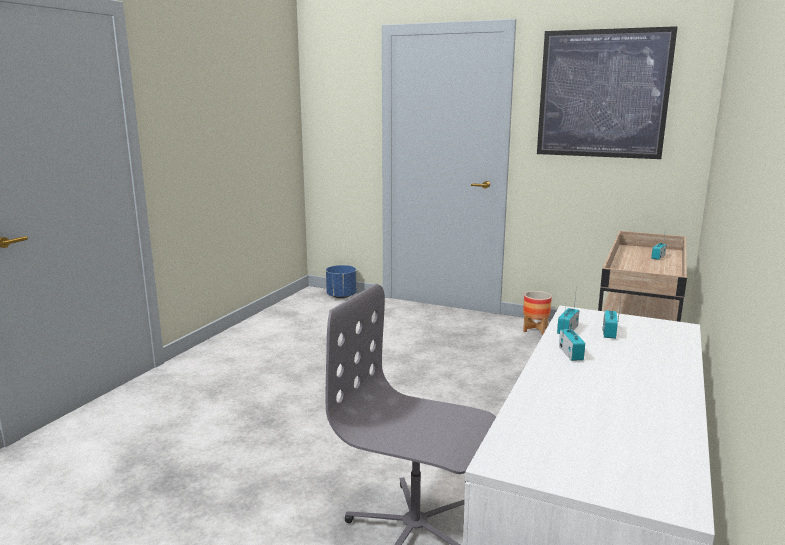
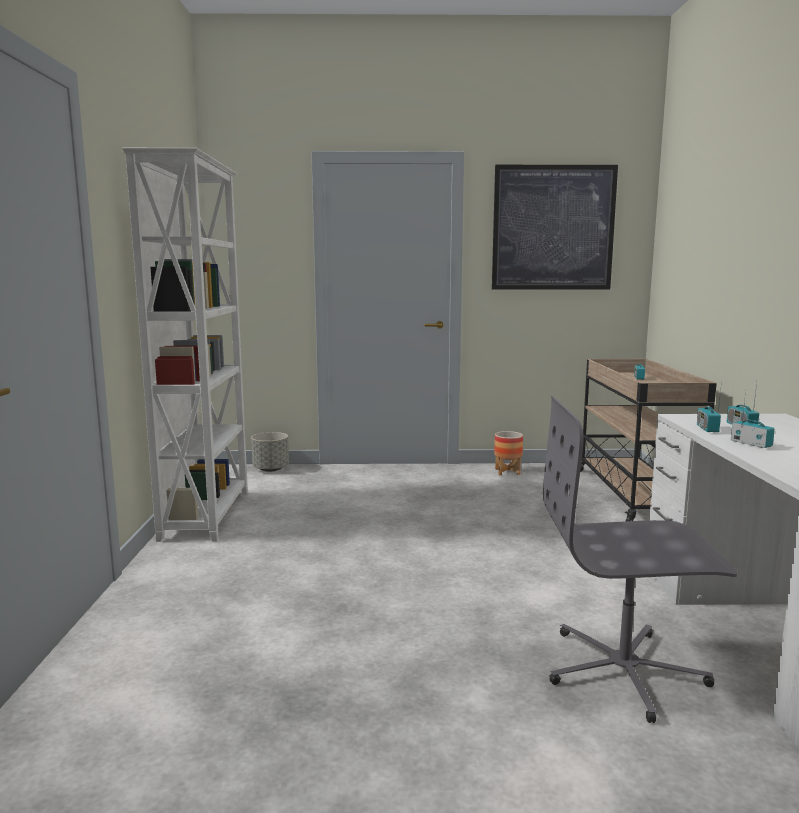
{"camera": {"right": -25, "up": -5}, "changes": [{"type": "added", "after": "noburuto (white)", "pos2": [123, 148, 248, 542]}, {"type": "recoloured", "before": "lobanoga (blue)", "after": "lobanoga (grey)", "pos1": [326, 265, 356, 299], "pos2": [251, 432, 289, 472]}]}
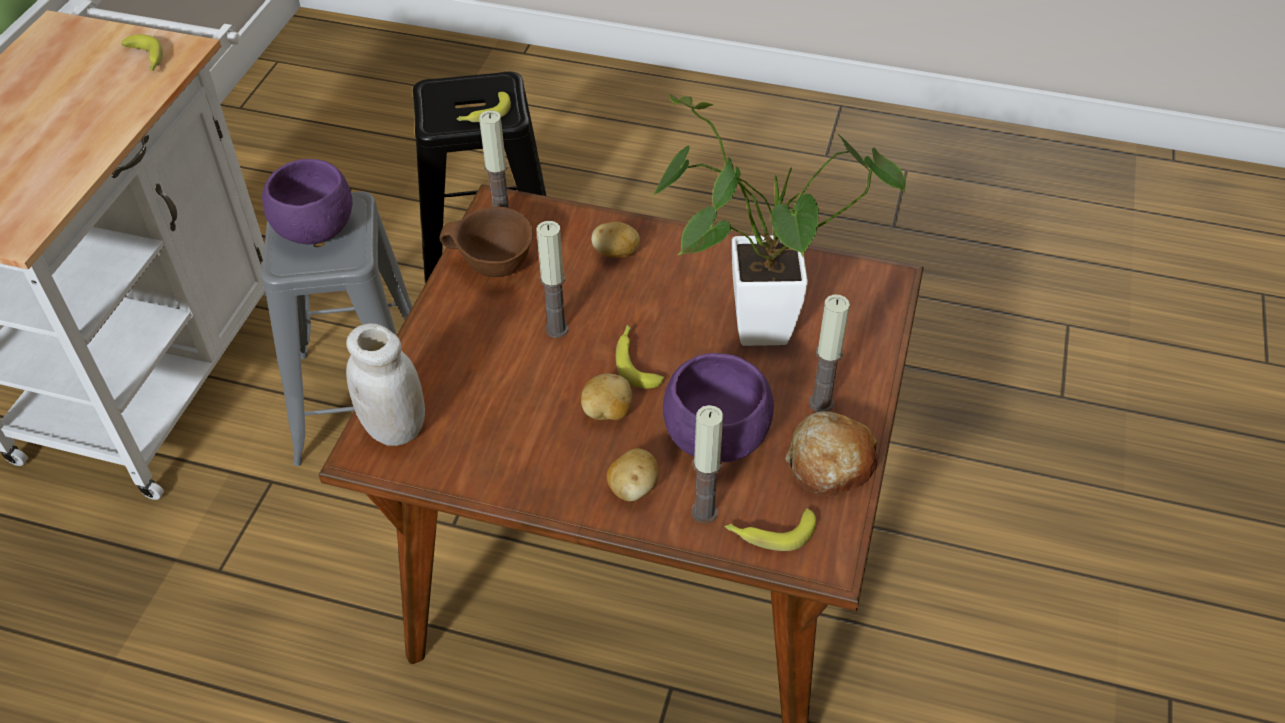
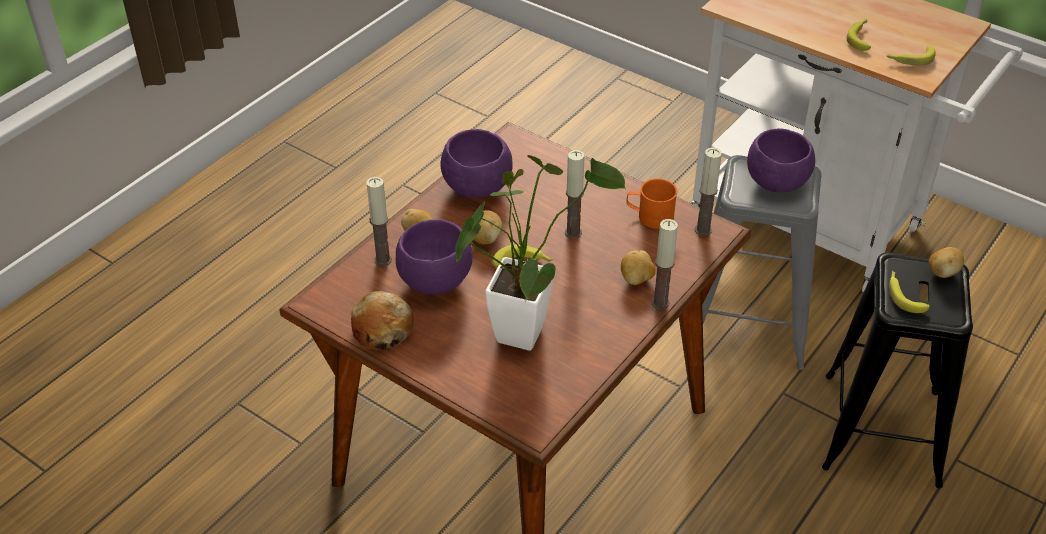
{"camera": {"right": 110, "up": -5}, "changes": [{"type": "added", "after": "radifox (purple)", "pos2": [441, 129, 513, 198]}, {"type": "replaced", "before": "radifox (brown)", "after": "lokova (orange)", "pos1": [439, 207, 533, 277], "pos2": [626, 179, 678, 229]}, {"type": "moved", "before": "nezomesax", "pos1": [809, 295, 850, 412], "pos2": [651, 219, 678, 310]}, {"type": "moved", "before": "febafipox", "pos1": [725, 508, 816, 551], "pos2": [847, 19, 871, 51]}, {"type": "added", "after": "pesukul", "pos2": [929, 247, 964, 278]}, {"type": "removed", "before": "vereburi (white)", "pos1": [346, 323, 425, 446]}]}
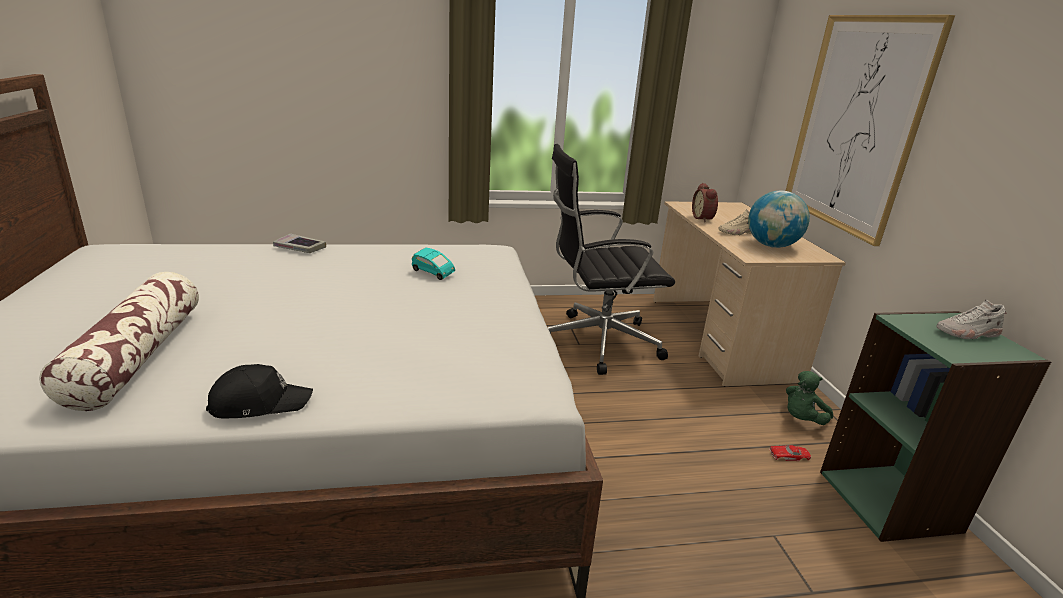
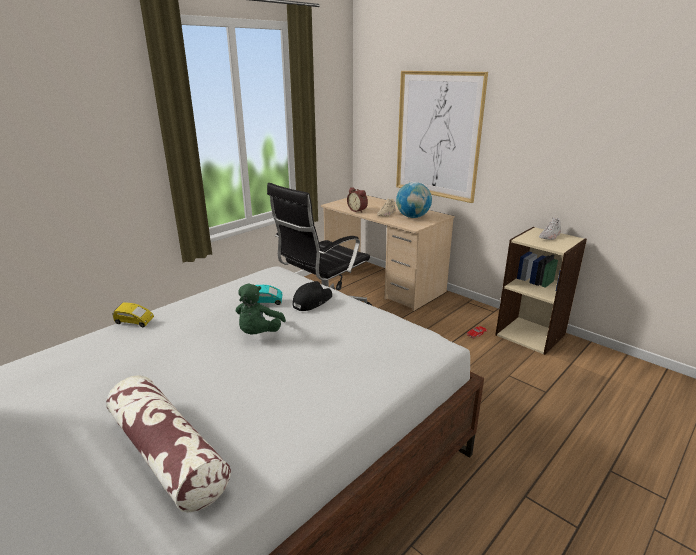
{"camera": {"right": -35, "up": 0}, "changes": [{"type": "replaced", "before": "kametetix", "after": "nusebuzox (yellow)", "pos1": [273, 233, 326, 253], "pos2": [113, 303, 154, 327]}, {"type": "moved", "before": "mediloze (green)", "pos1": [786, 371, 833, 425], "pos2": [236, 283, 286, 334]}, {"type": "moved", "before": "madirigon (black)", "pos1": [206, 364, 313, 418], "pos2": [292, 281, 332, 311]}, {"type": "recoloured", "before": "noburuto (green)", "after": "noburuto (beige)", "pos1": [820, 311, 1051, 542], "pos2": [496, 227, 587, 355]}]}
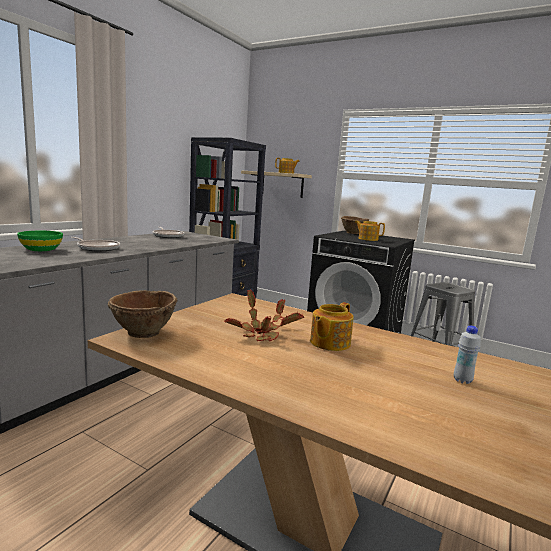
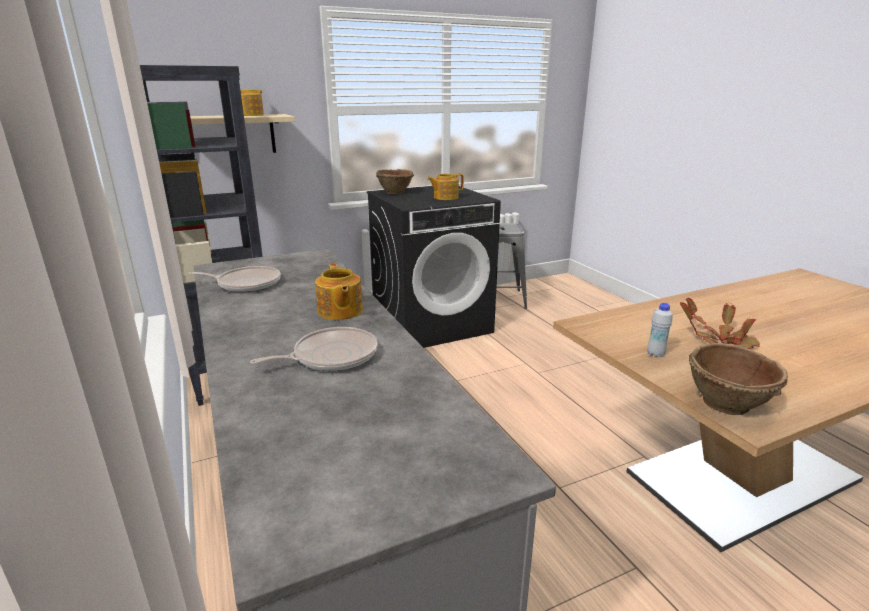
{"camera": {"right": -55, "up": 10}, "changes": [{"type": "moved", "before": "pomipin", "pos1": [310, 302, 354, 351], "pos2": [315, 264, 363, 320]}, {"type": "moved", "before": "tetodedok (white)", "pos1": [454, 326, 481, 384], "pos2": [647, 303, 673, 357]}, {"type": "removed", "before": "radifox (green)", "pos1": [17, 231, 63, 251]}]}
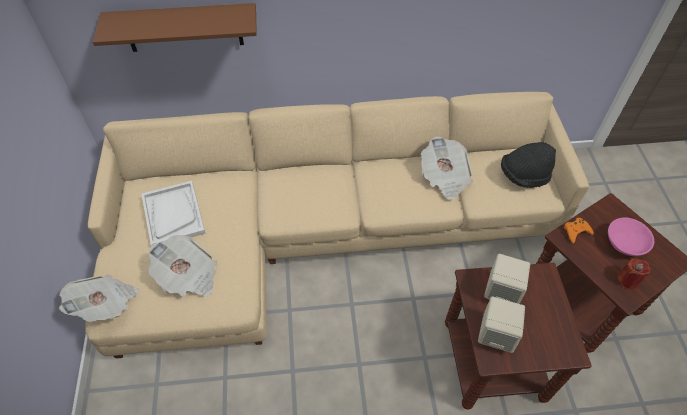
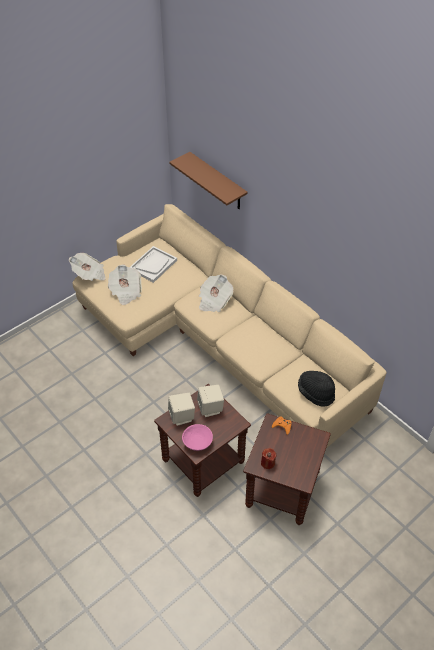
{"camera": {"right": 55, "up": -5}, "changes": [{"type": "moved", "before": "radifox (pink)", "pos1": [608, 218, 654, 256], "pos2": [182, 424, 213, 451]}, {"type": "moved", "before": "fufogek", "pos1": [421, 136, 473, 200], "pos2": [199, 274, 234, 312]}]}
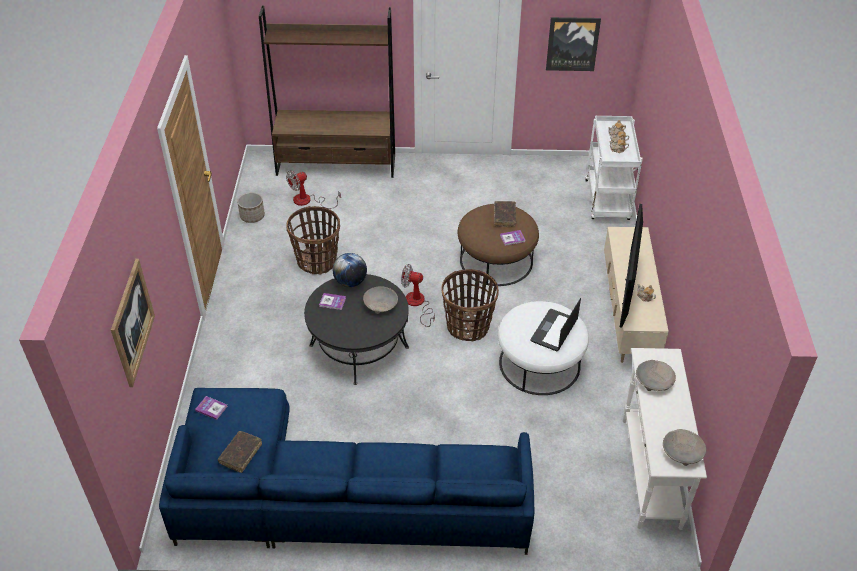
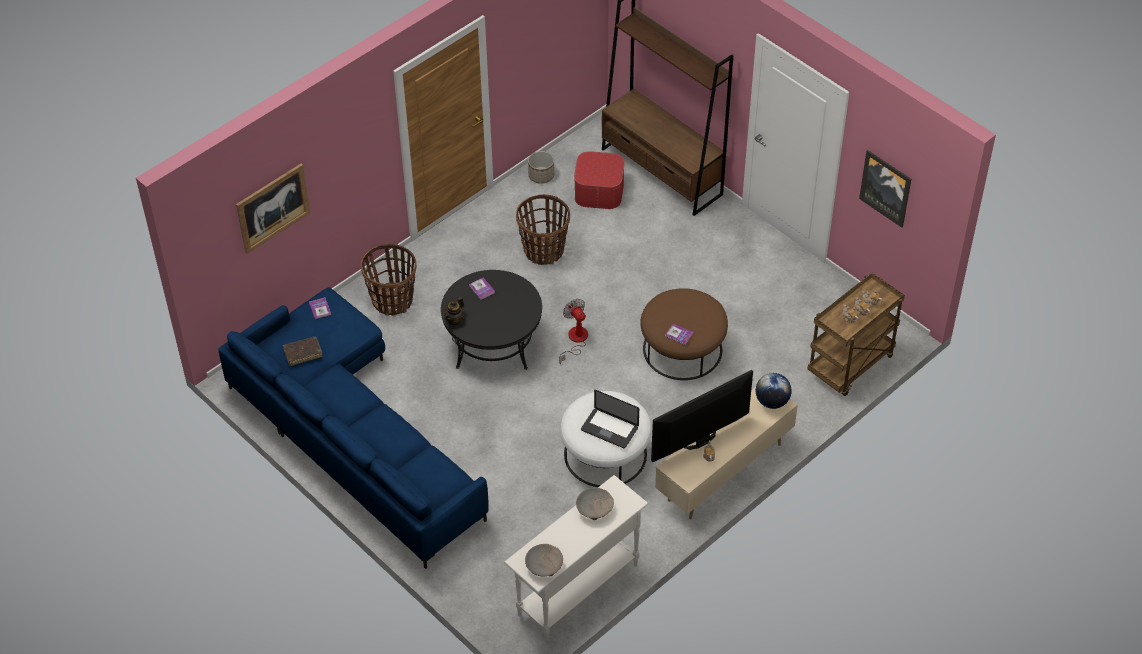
{"camera": {"right": 45, "up": 5}, "changes": [{"type": "moved", "before": "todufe", "pos1": [441, 269, 499, 342], "pos2": [361, 244, 417, 316]}, {"type": "added", "after": "pomipin", "pos2": [444, 297, 464, 326]}, {"type": "replaced", "before": "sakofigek", "after": "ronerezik", "pos1": [286, 171, 341, 209], "pos2": [574, 151, 625, 209]}, {"type": "turned", "before": "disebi", "pos1": [531, 298, 581, 351], "pos2": [581, 390, 639, 448], "turn": -135}, {"type": "moved", "before": "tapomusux", "pos1": [333, 253, 367, 287], "pos2": [756, 373, 792, 409]}, {"type": "recoloured", "before": "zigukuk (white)", "after": "zigukuk (brown)", "pos1": [585, 116, 643, 220], "pos2": [808, 273, 905, 396]}, {"type": "removed", "before": "radifox (beige)", "pos1": [363, 287, 398, 314]}, {"type": "removed", "before": "kametetix (brown)", "pos1": [494, 201, 516, 227]}]}
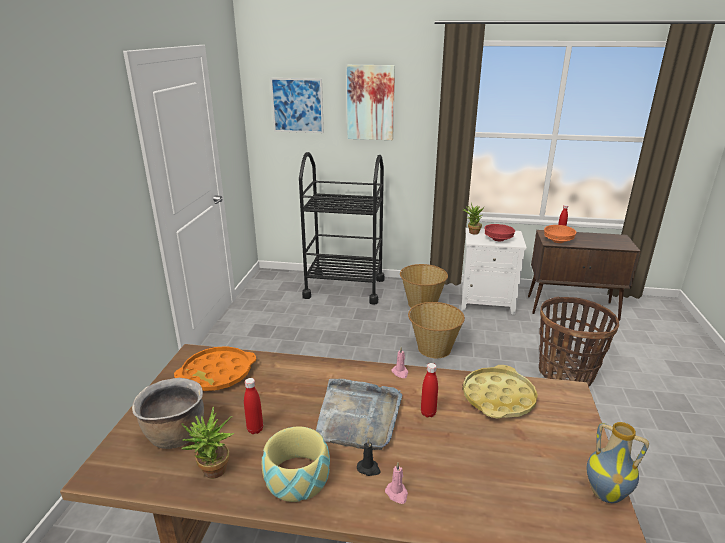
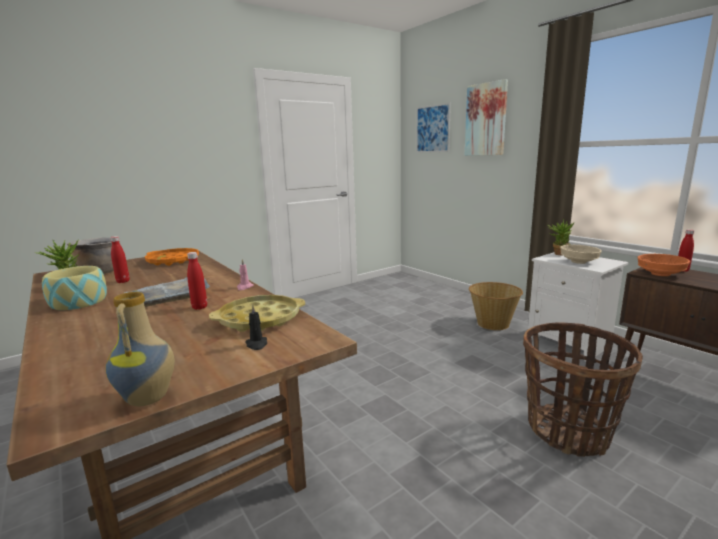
{"camera": {"right": 45, "up": -10}, "changes": [{"type": "moved", "before": "nezomesax (black)", "pos1": [357, 438, 380, 476], "pos2": [245, 305, 267, 350]}, {"type": "recoloured", "before": "radifox (red)", "after": "radifox (beige)", "pos1": [484, 224, 515, 241], "pos2": [560, 245, 602, 264]}, {"type": "removed", "before": "zigukuk (black)", "pos1": [299, 152, 385, 305]}, {"type": "removed", "before": "nezomesax (pink)", "pos1": [385, 463, 408, 504]}, {"type": "removed", "before": "todufe", "pos1": [408, 302, 465, 358]}]}
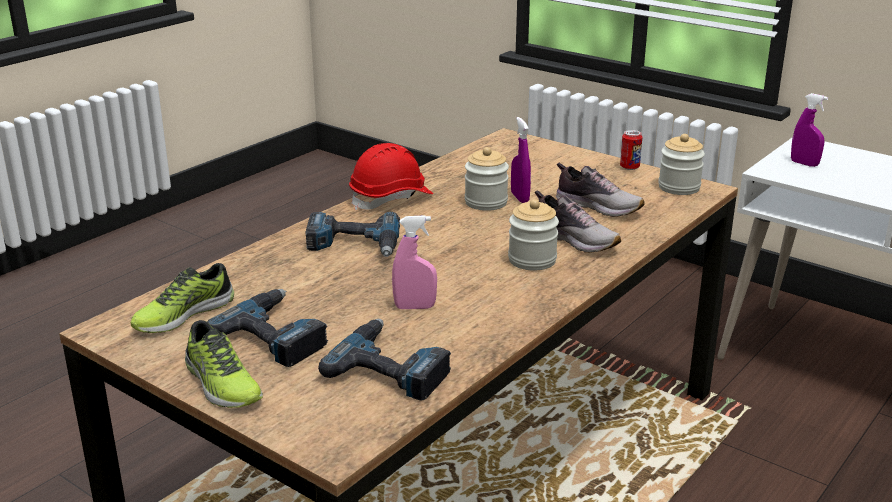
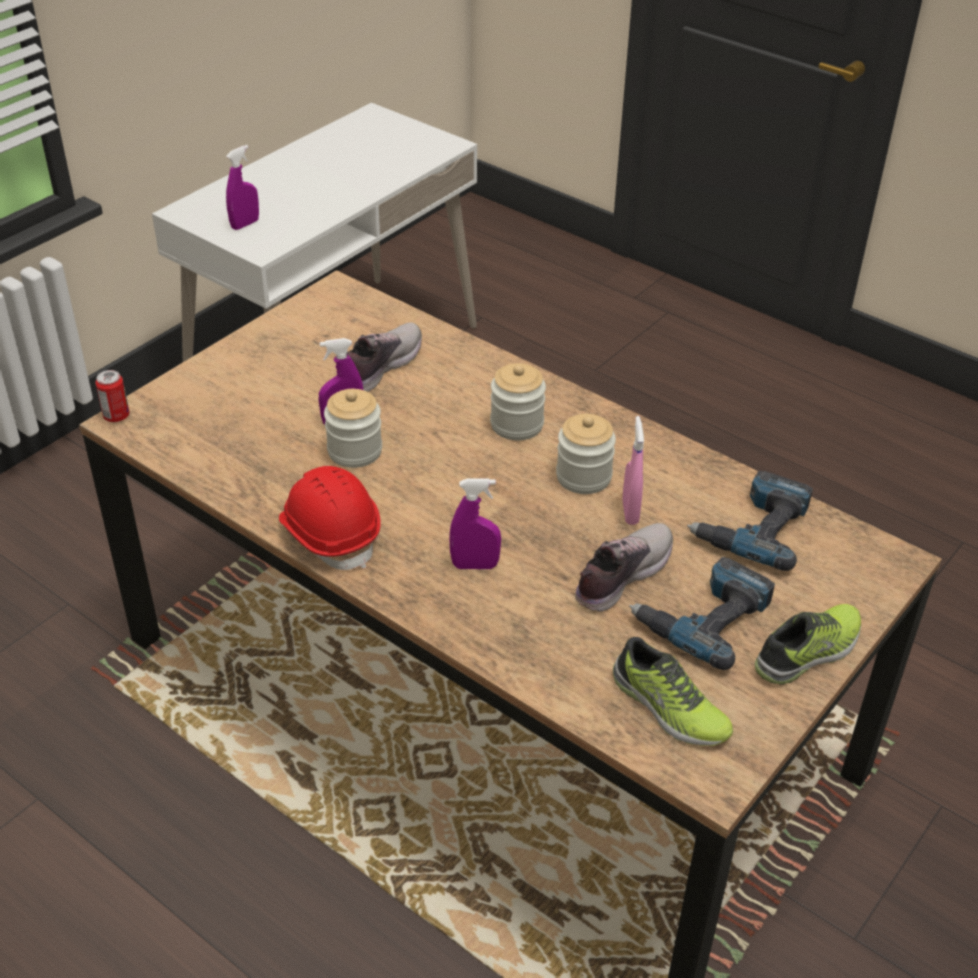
{"camera": {"right": -90, "up": 15}, "changes": [{"type": "moved", "before": "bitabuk", "pos1": [620, 130, 642, 170], "pos2": [95, 370, 130, 422]}, {"type": "replaced", "before": "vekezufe", "after": "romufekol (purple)", "pos1": [305, 212, 400, 257], "pos2": [449, 478, 501, 569]}, {"type": "moved", "before": "vereburi", "pos1": [658, 134, 705, 195], "pos2": [556, 414, 616, 494]}, {"type": "moved", "before": "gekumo", "pos1": [535, 190, 621, 253], "pos2": [575, 523, 673, 612]}]}
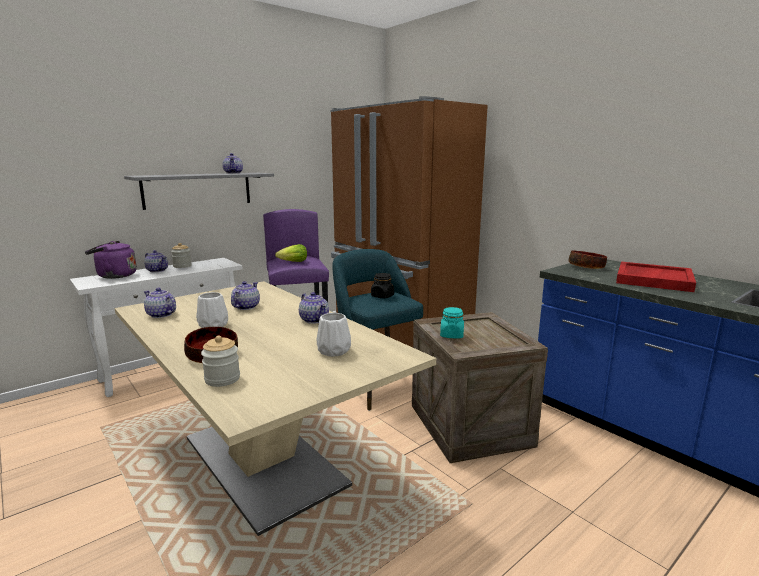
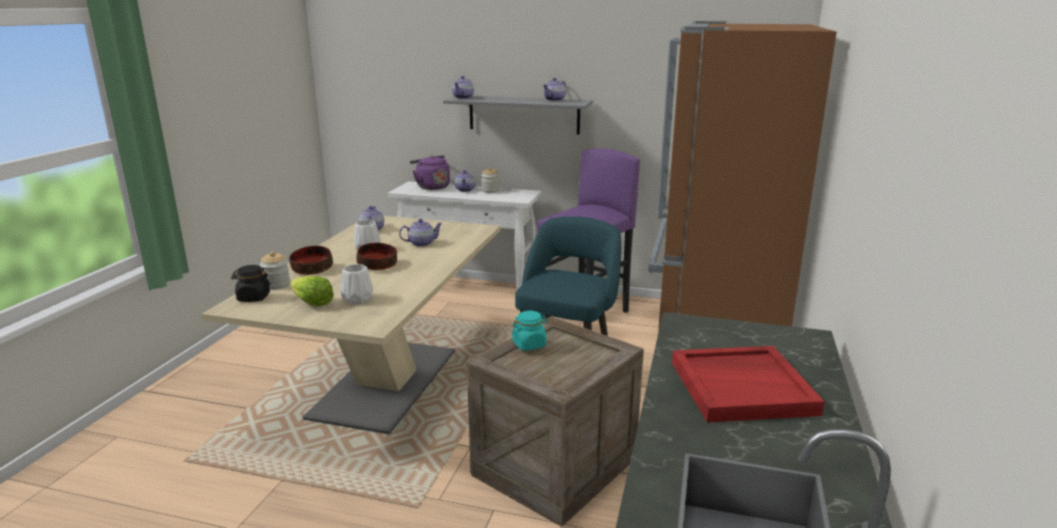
{"camera": {"right": 55, "up": 5}, "changes": [{"type": "moved", "before": "vereburi (black)", "pos1": [371, 273, 394, 298], "pos2": [231, 265, 271, 302]}, {"type": "moved", "before": "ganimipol", "pos1": [275, 244, 307, 262], "pos2": [290, 276, 334, 306]}, {"type": "moved", "before": "radifox", "pos1": [569, 250, 607, 269], "pos2": [356, 243, 397, 270]}, {"type": "moved", "before": "pomipin", "pos1": [299, 292, 329, 324], "pos2": [452, 76, 474, 99]}]}
